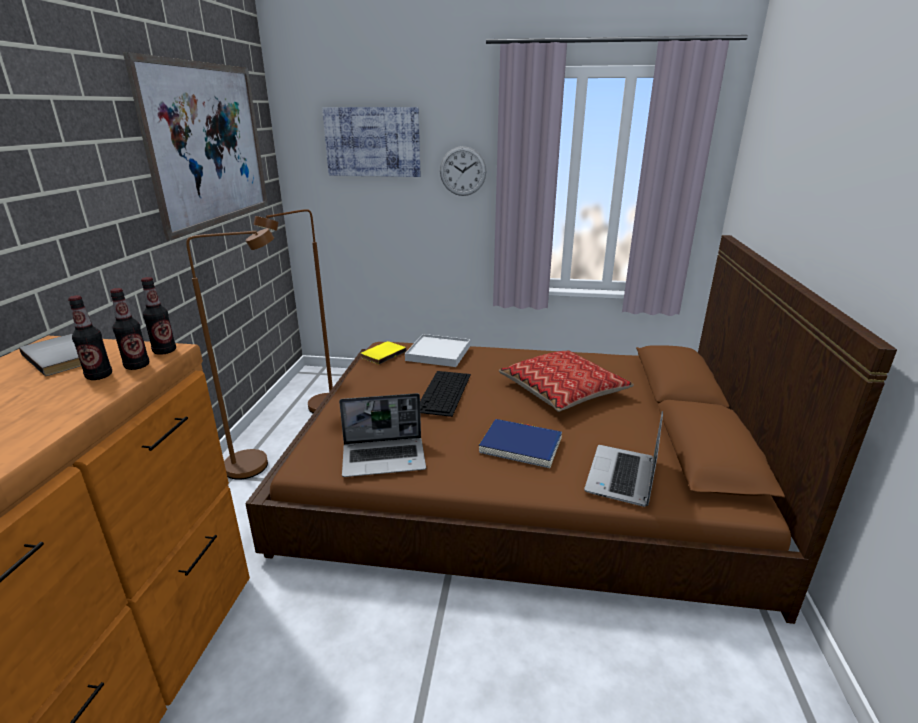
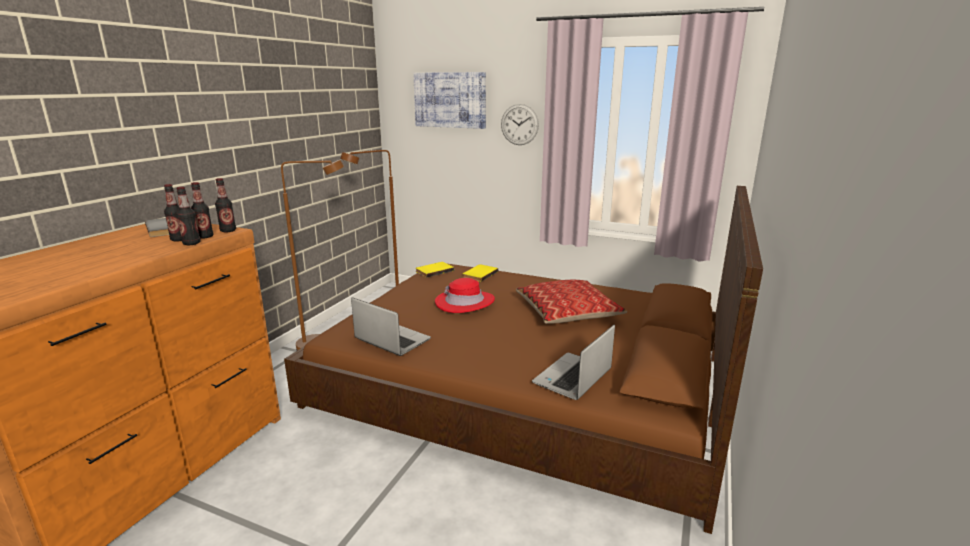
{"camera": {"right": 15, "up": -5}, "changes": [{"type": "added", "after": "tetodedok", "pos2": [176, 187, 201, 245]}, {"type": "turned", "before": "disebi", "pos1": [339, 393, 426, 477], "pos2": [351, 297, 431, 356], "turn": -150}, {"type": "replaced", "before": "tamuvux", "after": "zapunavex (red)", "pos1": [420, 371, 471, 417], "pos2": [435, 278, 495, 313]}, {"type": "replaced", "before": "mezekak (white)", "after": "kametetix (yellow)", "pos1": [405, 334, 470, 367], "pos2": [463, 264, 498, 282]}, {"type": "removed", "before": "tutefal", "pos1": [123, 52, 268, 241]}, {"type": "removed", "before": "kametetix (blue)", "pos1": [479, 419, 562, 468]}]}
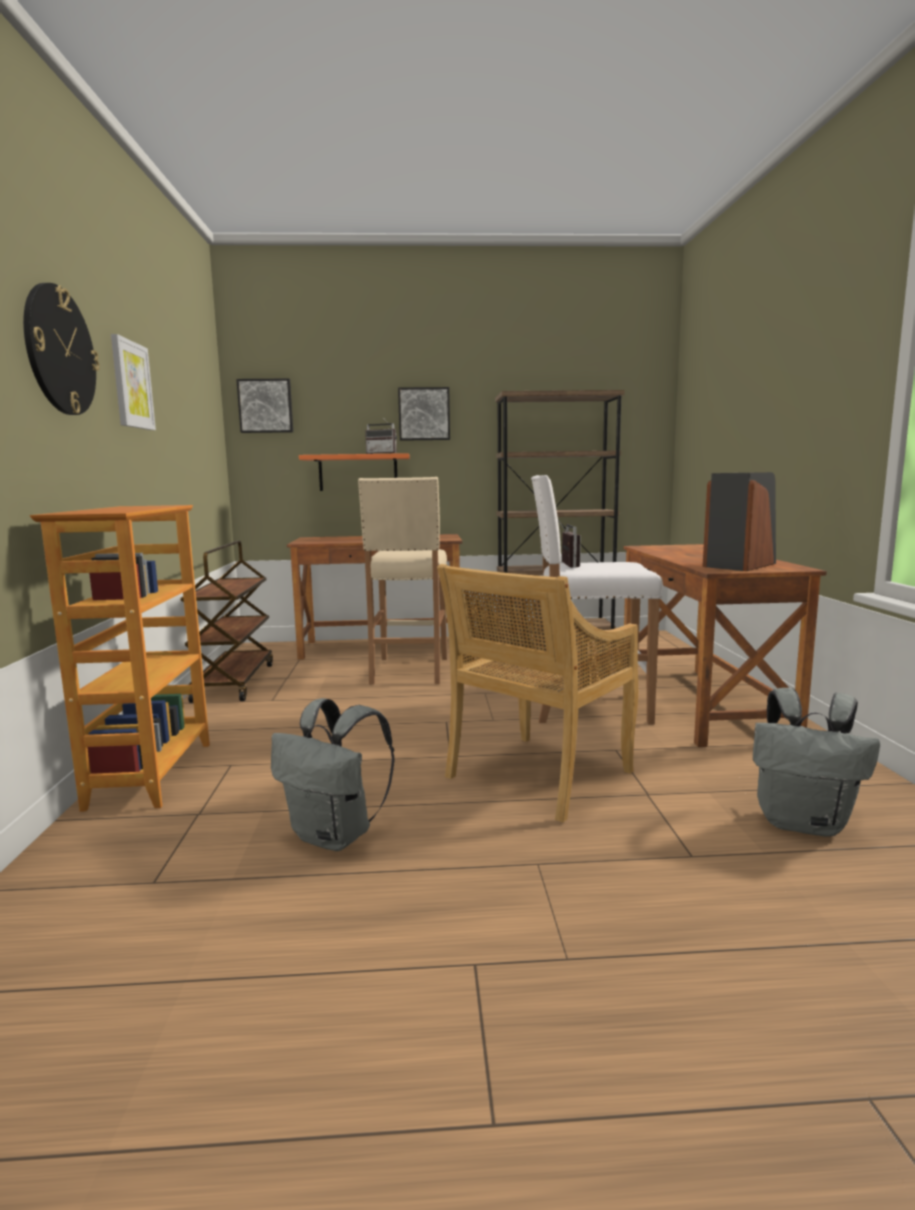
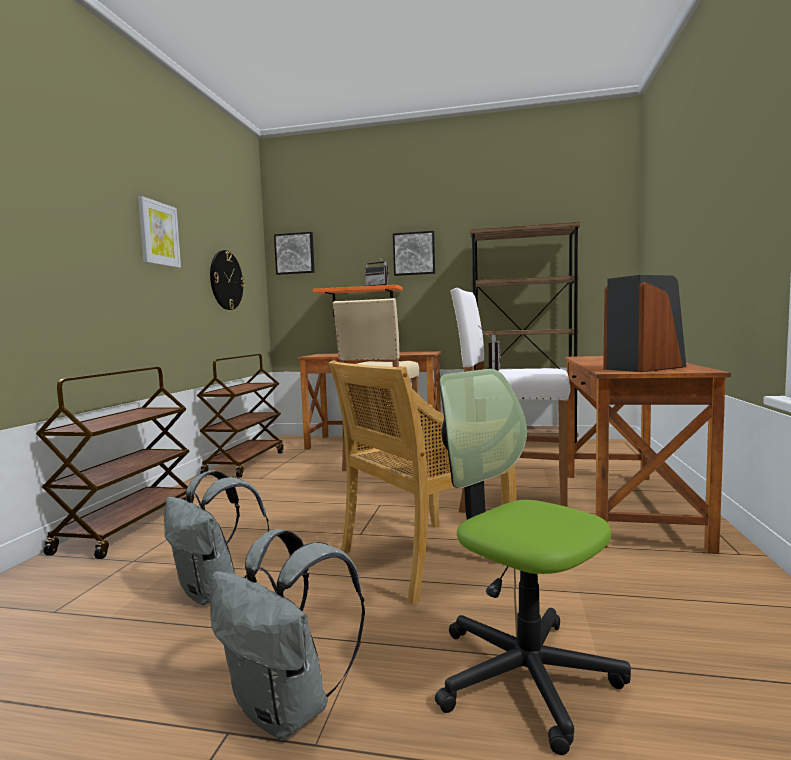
{"camera": {"right": 15, "up": -5}, "changes": [{"type": "replaced", "before": "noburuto", "after": "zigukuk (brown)", "pos1": [30, 505, 210, 812], "pos2": [36, 367, 194, 559]}, {"type": "moved", "before": "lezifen", "pos1": [23, 283, 100, 415], "pos2": [210, 250, 245, 310]}, {"type": "moved", "before": "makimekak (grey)", "pos1": [753, 688, 880, 837], "pos2": [210, 529, 365, 739]}, {"type": "added", "after": "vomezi", "pos2": [435, 369, 631, 755]}]}
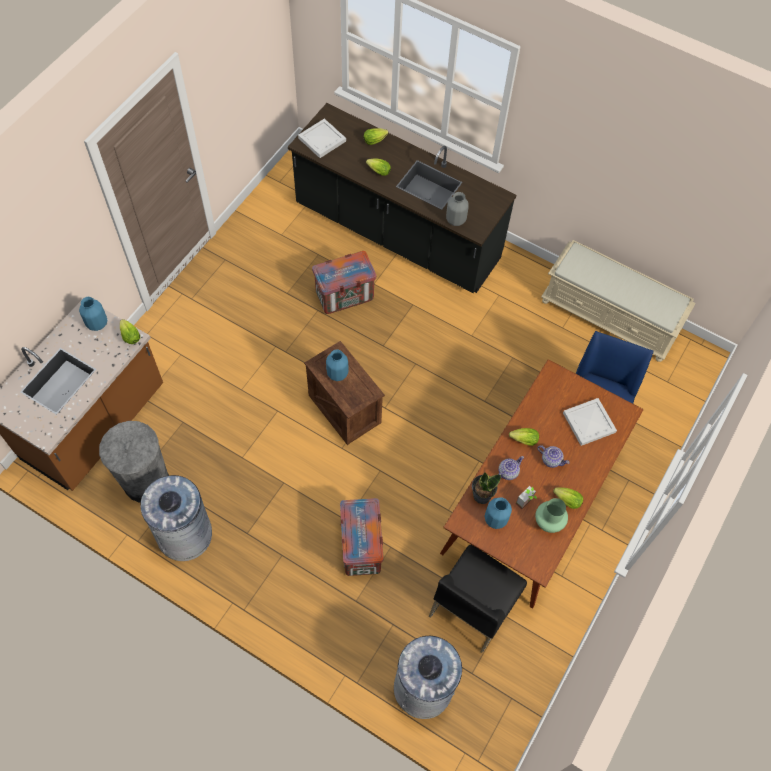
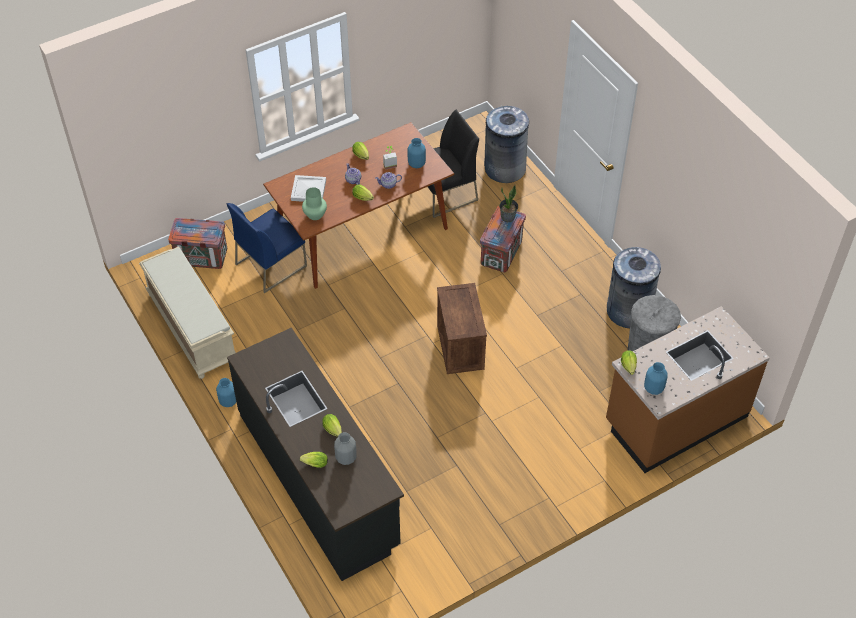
{"camera": {"right": -150, "up": -10}, "changes": [{"type": "moved", "before": "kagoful", "pos1": [312, 251, 376, 314], "pos2": [168, 218, 227, 269]}, {"type": "moved", "before": "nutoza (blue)", "pos1": [326, 349, 348, 381], "pos2": [216, 378, 236, 407]}, {"type": "moved", "before": "nutoza (green)", "pos1": [535, 498, 568, 533], "pos2": [302, 187, 327, 220]}, {"type": "moved", "before": "nutoza (grey)", "pos1": [446, 192, 469, 226], "pos2": [334, 432, 357, 465]}, {"type": "moved", "before": "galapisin", "pos1": [472, 472, 501, 504], "pos2": [499, 185, 518, 222]}, {"type": "removed", "before": "mezekak (white)", "pos1": [298, 119, 346, 158]}]}
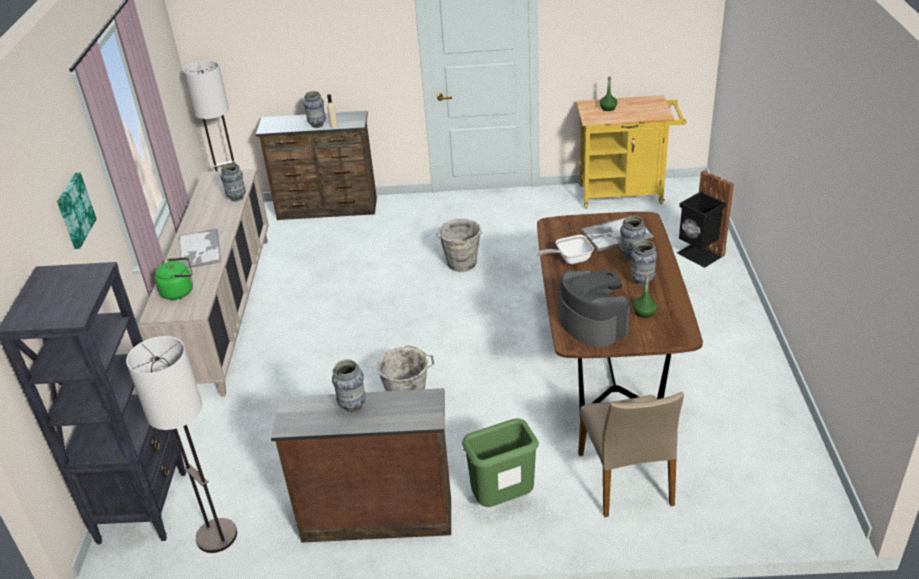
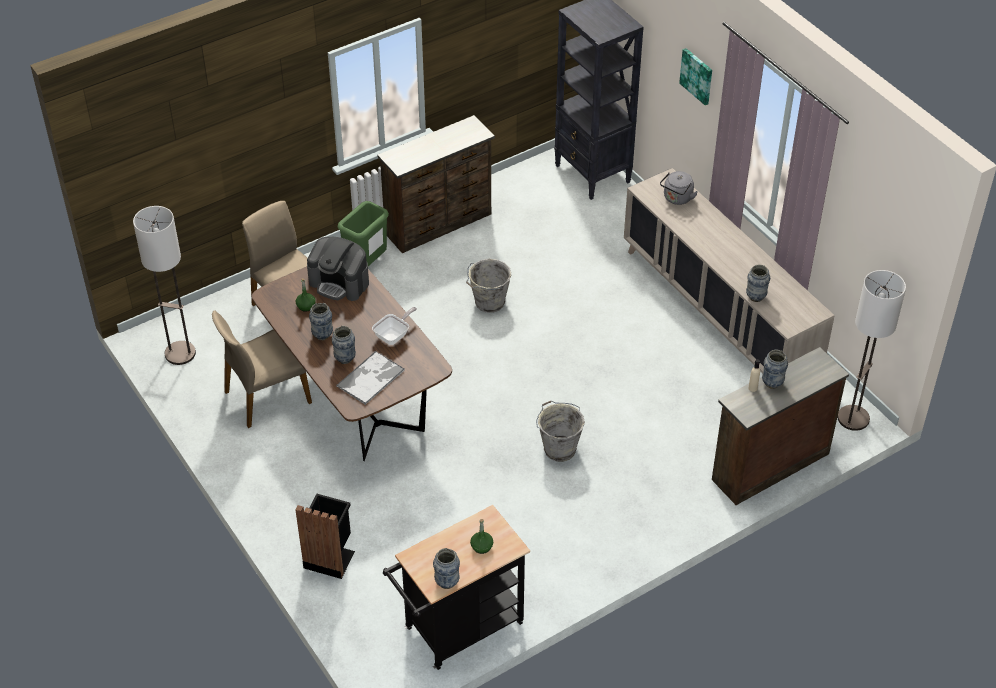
{"camera": {"right": 145, "up": 10}, "changes": [{"type": "moved", "before": "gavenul", "pos1": [126, 336, 237, 553], "pos2": [133, 206, 196, 365]}, {"type": "added", "after": "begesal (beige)", "pos2": [212, 310, 312, 428]}, {"type": "recoloured", "before": "zigukuk (yellow)", "after": "zigukuk (black)", "pos1": [576, 95, 687, 209], "pos2": [383, 505, 530, 670]}, {"type": "moved", "before": "nutoza", "pos1": [332, 359, 366, 412], "pos2": [433, 548, 460, 589]}, {"type": "recoloured", "before": "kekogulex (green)", "after": "kekogulex (grey)", "pos1": [154, 257, 193, 300], "pos2": [660, 171, 698, 205]}, {"type": "removed", "before": "mezekak", "pos1": [179, 229, 221, 268]}]}
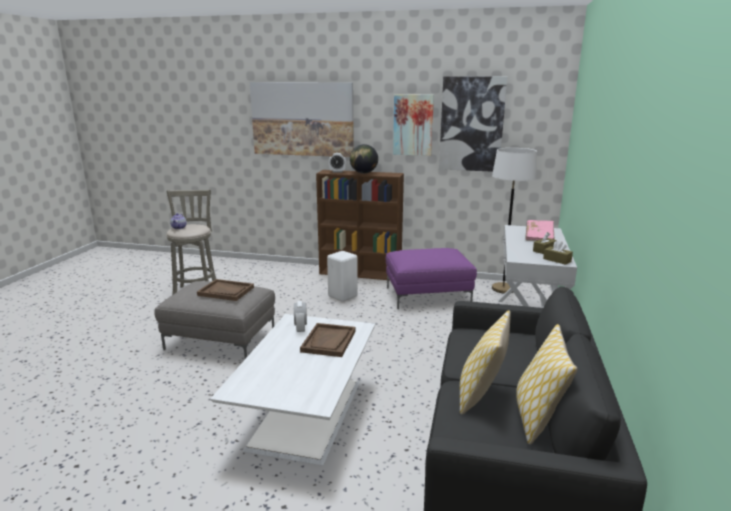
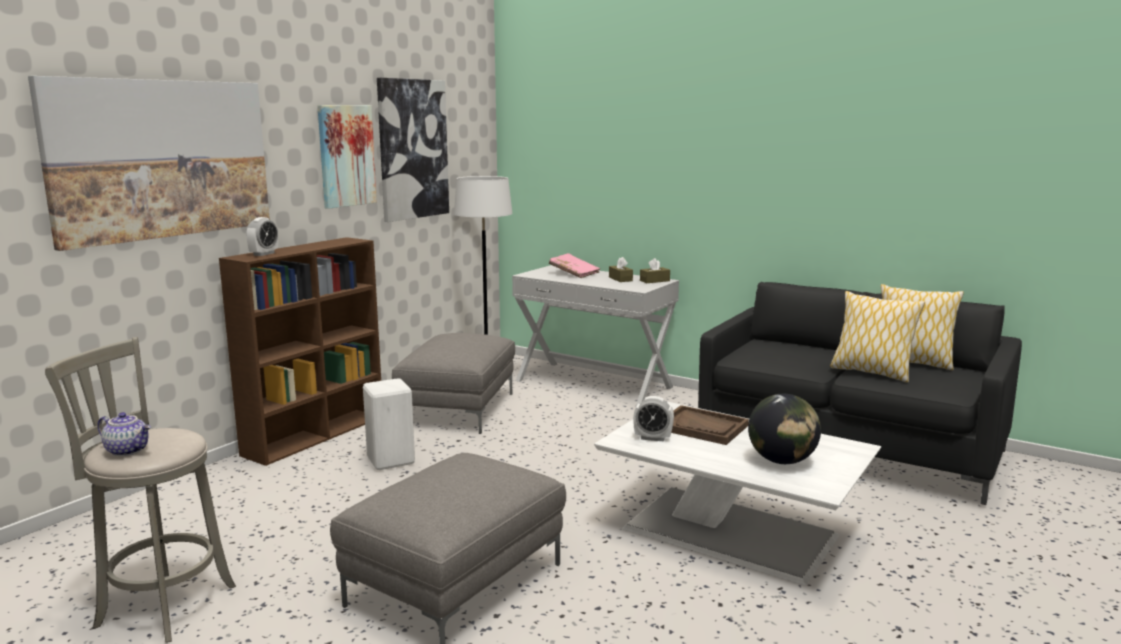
{"camera": {"right": -70, "up": -5}, "changes": [{"type": "recoloured", "before": "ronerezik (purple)", "after": "ronerezik (grey)", "pos1": [386, 248, 477, 309], "pos2": [392, 333, 515, 434]}, {"type": "moved", "before": "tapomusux", "pos1": [350, 144, 378, 173], "pos2": [748, 394, 821, 464]}, {"type": "removed", "before": "mezekak (brown)", "pos1": [197, 279, 254, 301]}]}
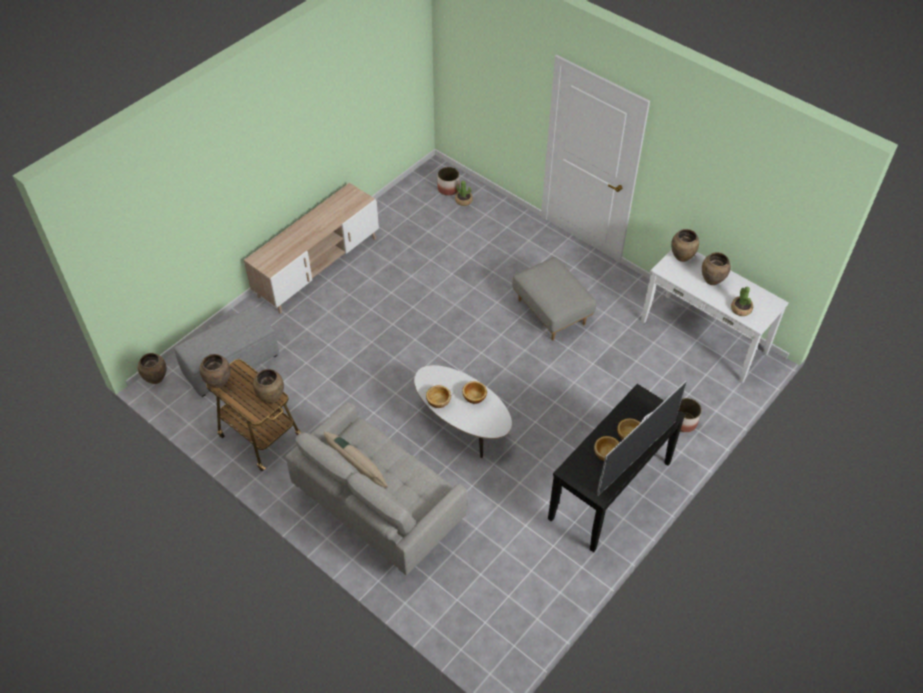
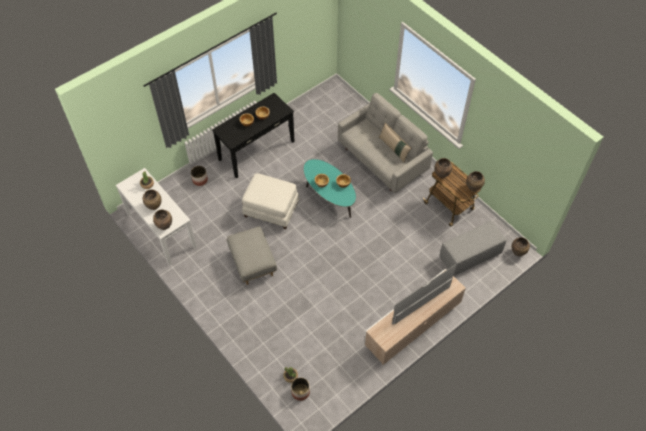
{"camera": {"right": -170, "up": 5}, "changes": [{"type": "added", "after": "ronerezik (white)", "pos2": [242, 173, 299, 229]}, {"type": "recoloured", "before": "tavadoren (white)", "after": "tavadoren (turquoise)", "pos1": [414, 365, 512, 458], "pos2": [304, 159, 356, 218]}, {"type": "moved", "before": "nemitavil", "pos1": [597, 381, 687, 496], "pos2": [392, 264, 456, 325]}]}
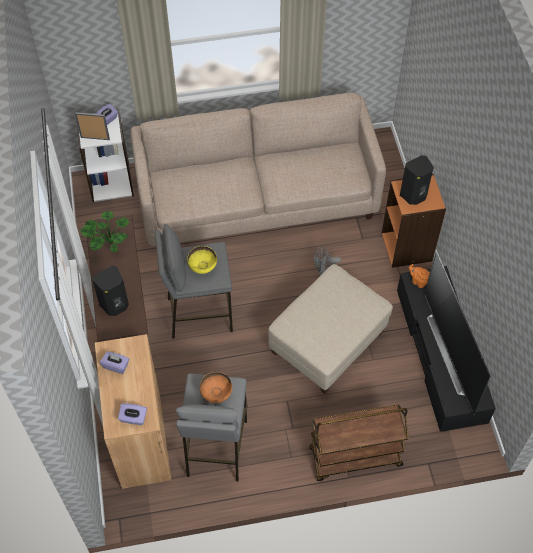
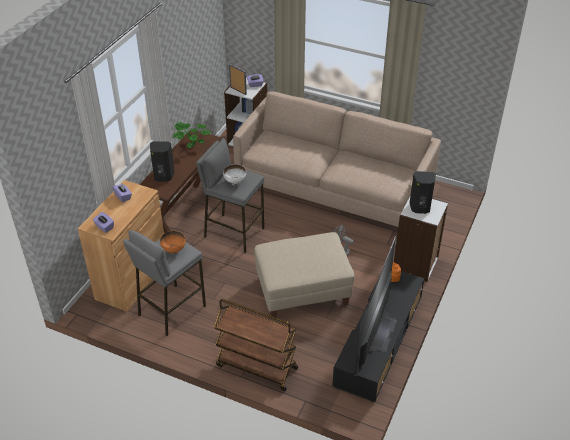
{"camera": {"right": 35, "up": -15}, "changes": [{"type": "recoloured", "before": "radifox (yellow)", "after": "radifox (white)", "pos1": [187, 246, 217, 274], "pos2": [223, 164, 246, 185]}, {"type": "recoloured", "before": "noburuto (orange)", "after": "noburuto (white)", "pos1": [382, 174, 446, 268], "pos2": [394, 197, 448, 282]}]}
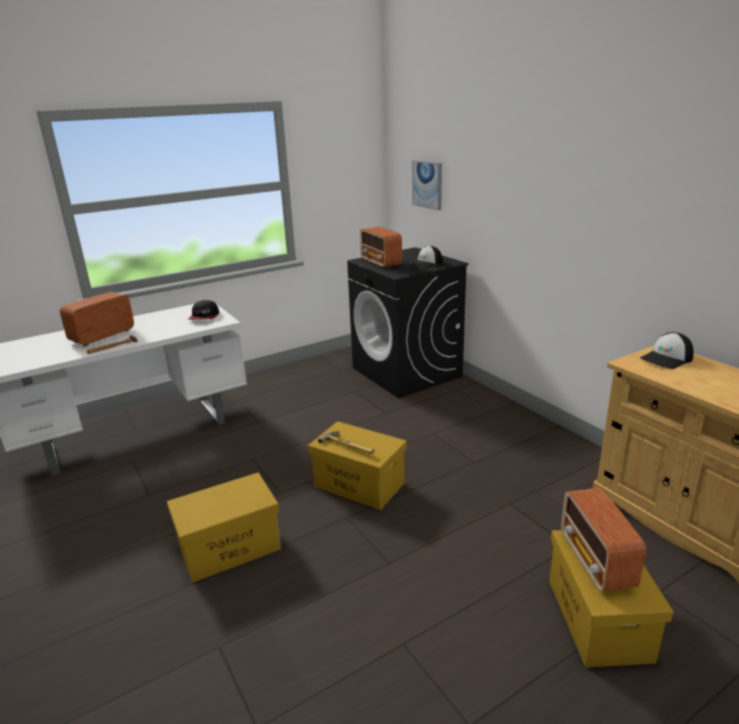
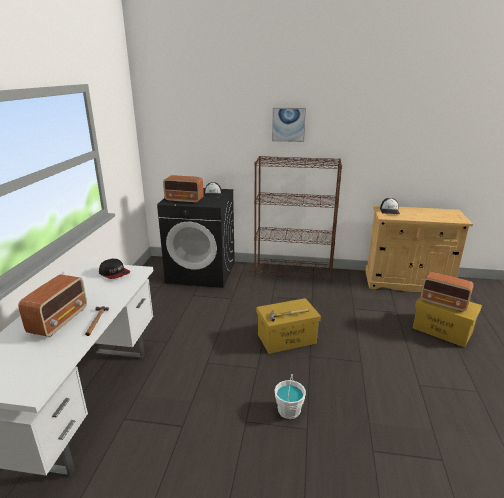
{"camera": {"right": -50, "up": 0}, "changes": [{"type": "turned", "before": "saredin", "pos1": [60, 292, 134, 346], "pos2": [18, 275, 87, 337], "turn": -150}, {"type": "added", "after": "noburuto (brown)", "pos2": [254, 156, 342, 282]}, {"type": "moved", "before": "tutefal", "pos1": [412, 160, 442, 210], "pos2": [272, 108, 306, 142]}, {"type": "replaced", "before": "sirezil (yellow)", "after": "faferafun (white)", "pos1": [167, 472, 281, 583], "pos2": [274, 374, 306, 419]}]}
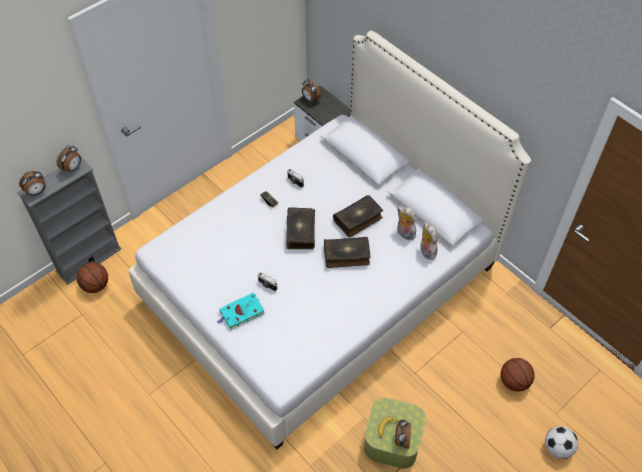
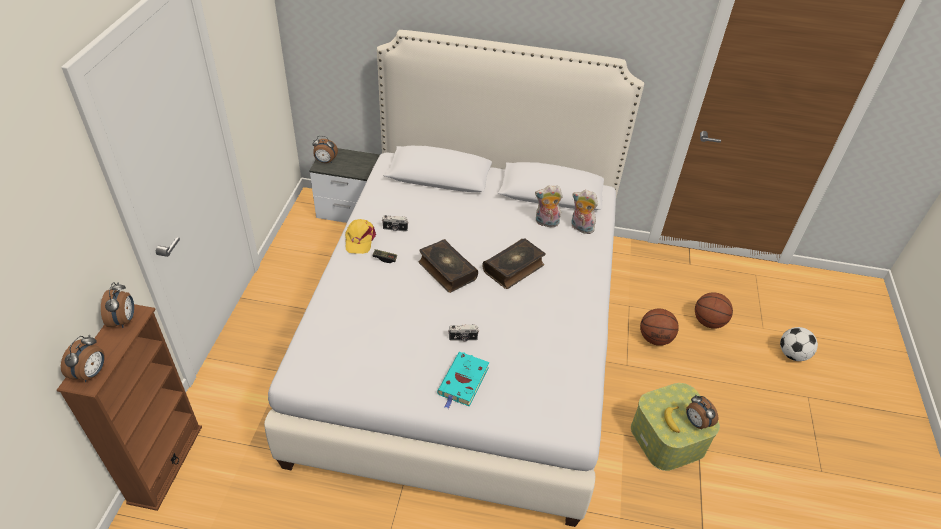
{"camera": {"right": -40, "up": -10}, "changes": [{"type": "recoloured", "before": "noburuto (grey)", "after": "noburuto (brown)", "pos1": [17, 157, 121, 285], "pos2": [57, 304, 202, 511]}, {"type": "added", "after": "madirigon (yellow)", "pos2": [345, 219, 376, 254]}, {"type": "moved", "before": "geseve", "pos1": [77, 262, 108, 293], "pos2": [640, 308, 679, 346]}, {"type": "removed", "before": "kametetix", "pos1": [333, 195, 383, 237]}]}
